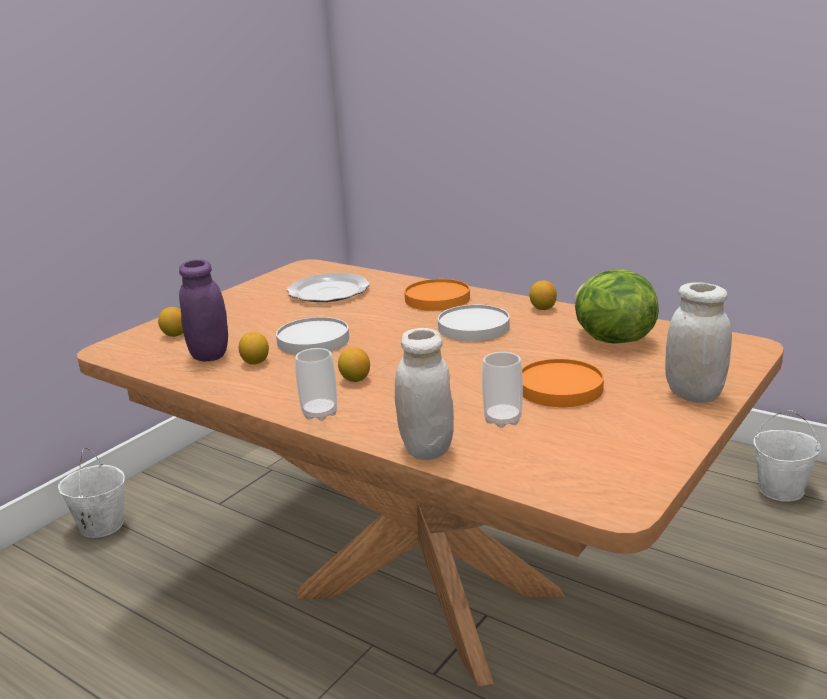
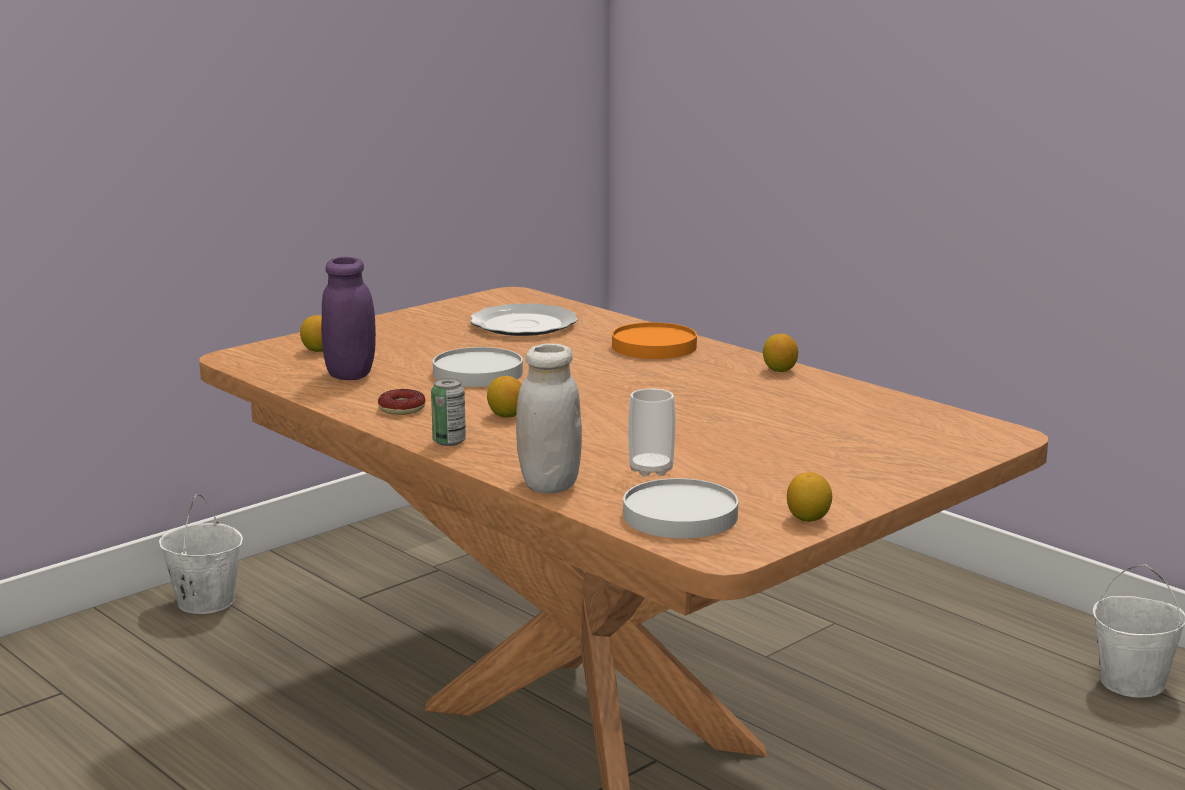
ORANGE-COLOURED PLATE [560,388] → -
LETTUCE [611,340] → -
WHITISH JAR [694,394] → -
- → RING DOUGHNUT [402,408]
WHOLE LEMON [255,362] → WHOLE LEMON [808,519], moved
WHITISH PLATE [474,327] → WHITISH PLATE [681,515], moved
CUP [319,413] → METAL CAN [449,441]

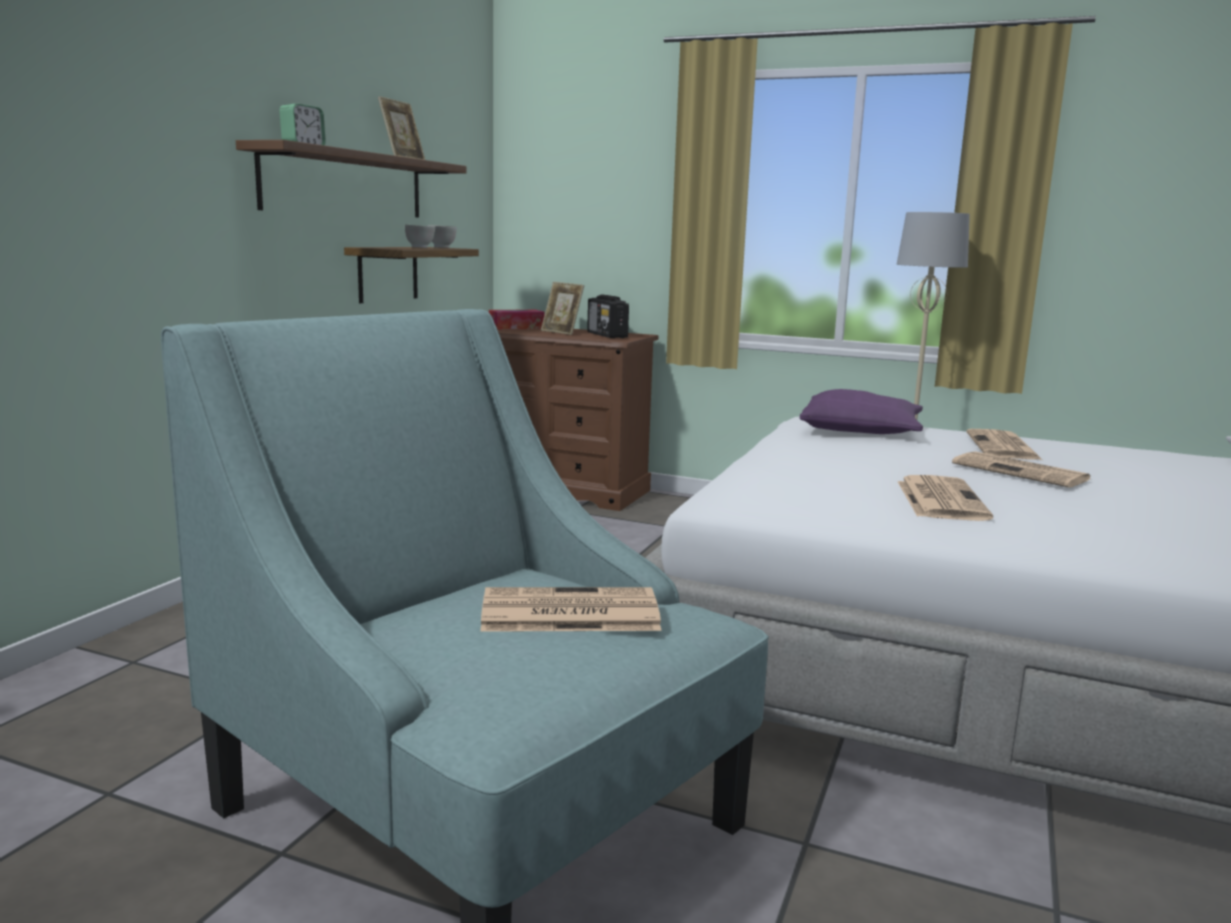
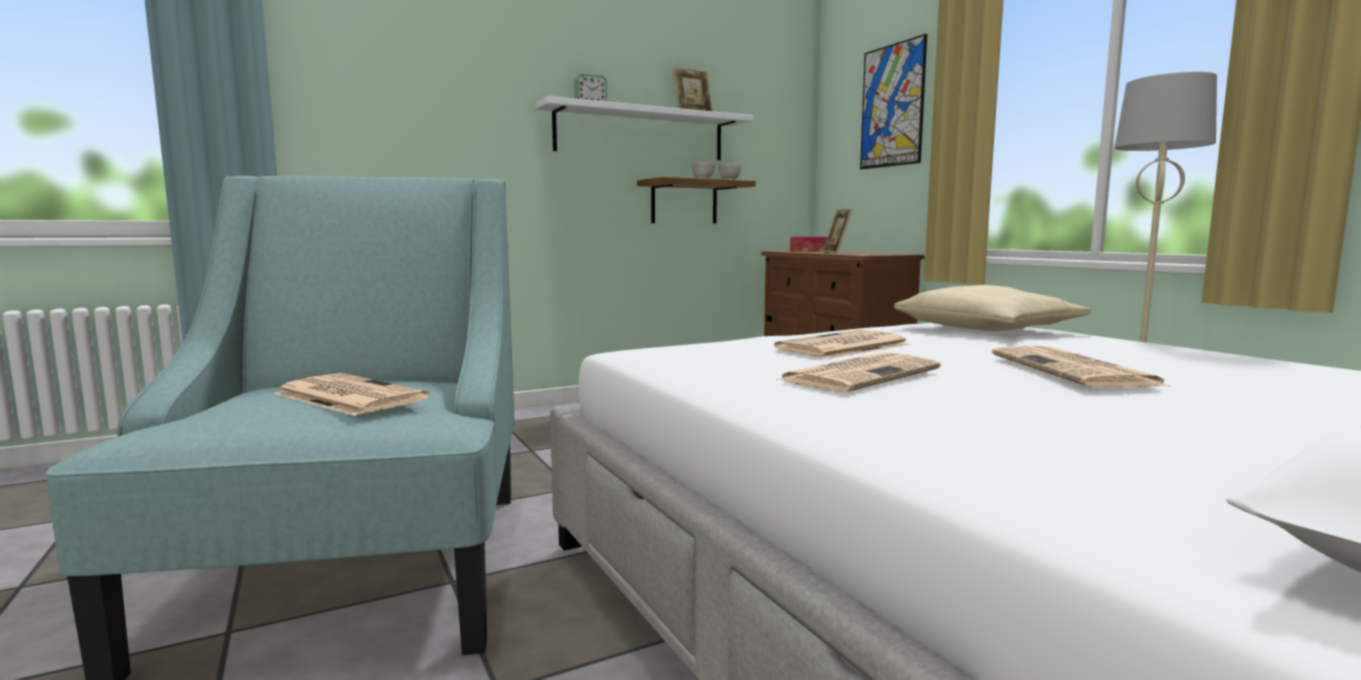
RADIO RECEIVER [607,335] → -
- → WALL ART [892,106]
NEWSPAPER [1003,447] → NEWSPAPER [843,347], moved
BROWNISH BRACKET SHELF [346,184] → WHITISH BRACKET SHELF [641,134]
PURPLE-COLOURED PILLOW [861,430] → SAND-COLOURED PILLOW [988,329]

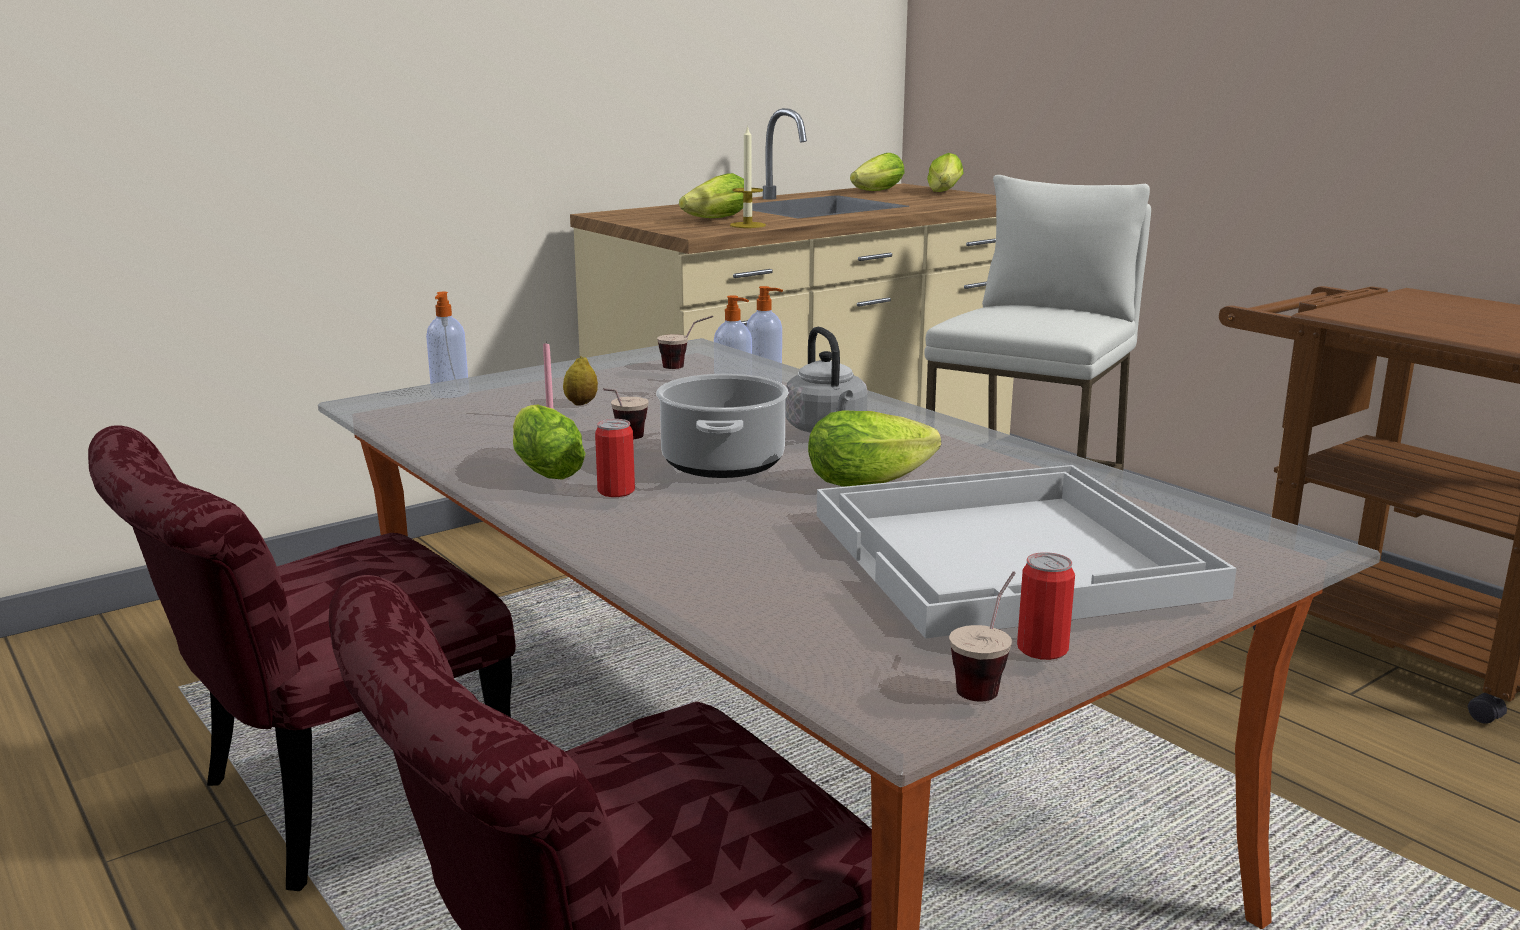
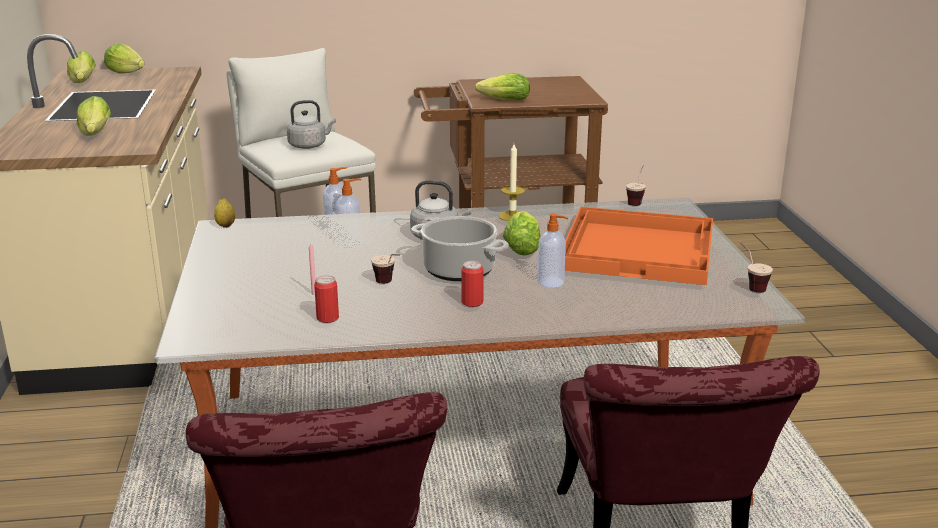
- → GREYISH WATER KETTLE [309,145]
SOAP BOTTLE [450,394] → SOAP BOTTLE [551,282], moved
LETTUCE [544,468] → LETTUCE [502,100], moved
WHOLE LEMON [581,403] → WHOLE LEMON [225,226], moved
CUP [686,367] → CUP [636,201], moved
WAX CANDLE [747,225] → WAX CANDLE [512,216], moved
METAL CAN [1042,649] → METAL CAN [327,318], moved
WHITISH TRAY [1012,554] → ORANGE-COLOURED TRAY [640,248]

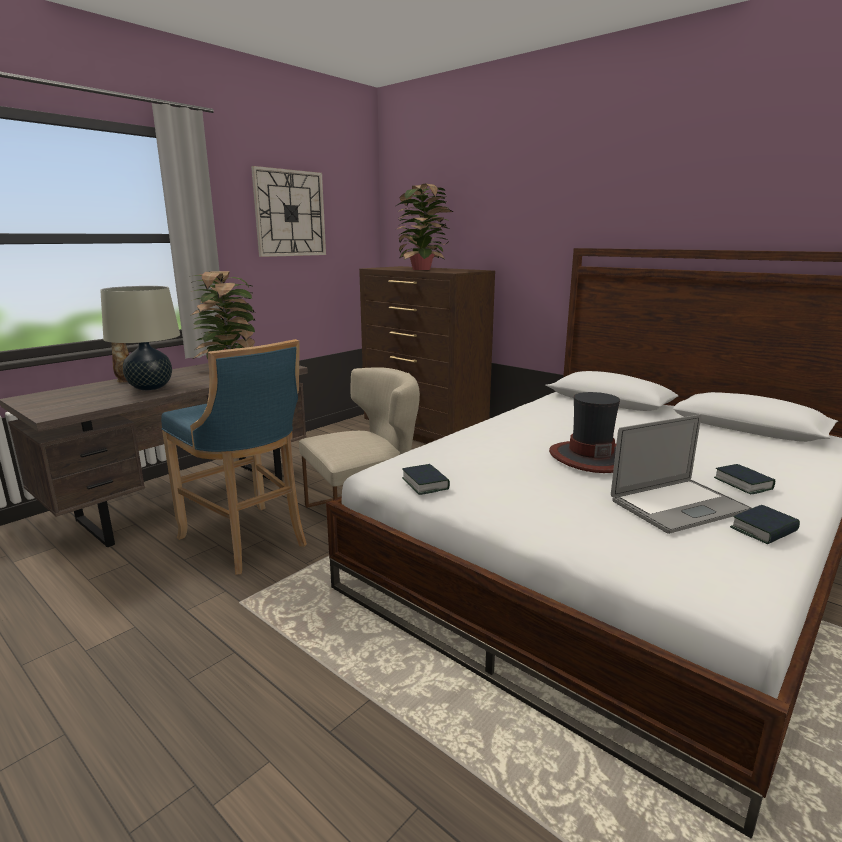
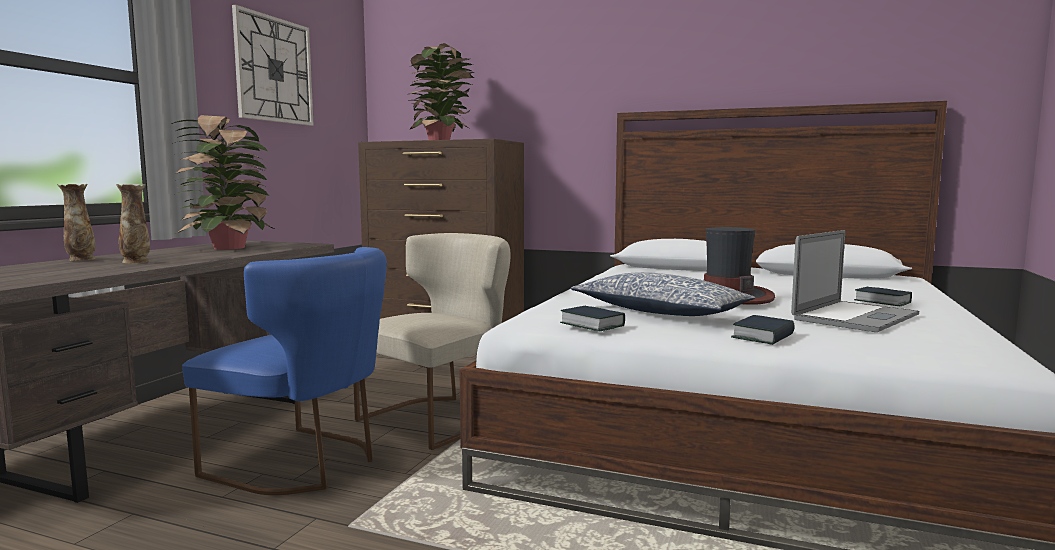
- → PILLOW [659,312]
BOUND BOOK [764,530] → BOUND BOOK [763,336], moved
SAND-COLOURED TABLE LAMP [150,387] → DECORATIVE VASE [136,262]
BLUE-COLOURED SITTING STOOL [248,541] → BLUE-COLOURED PLAIN CHAIR [304,464]

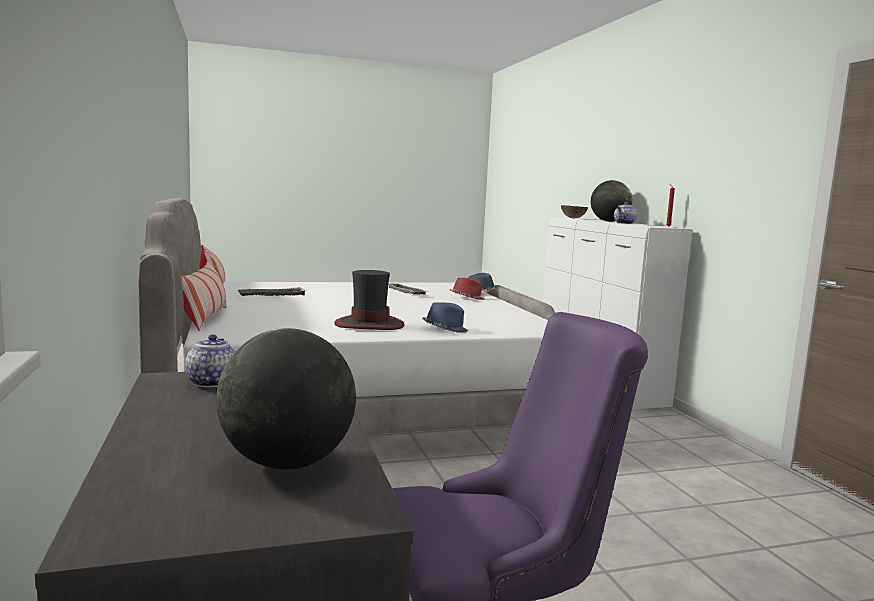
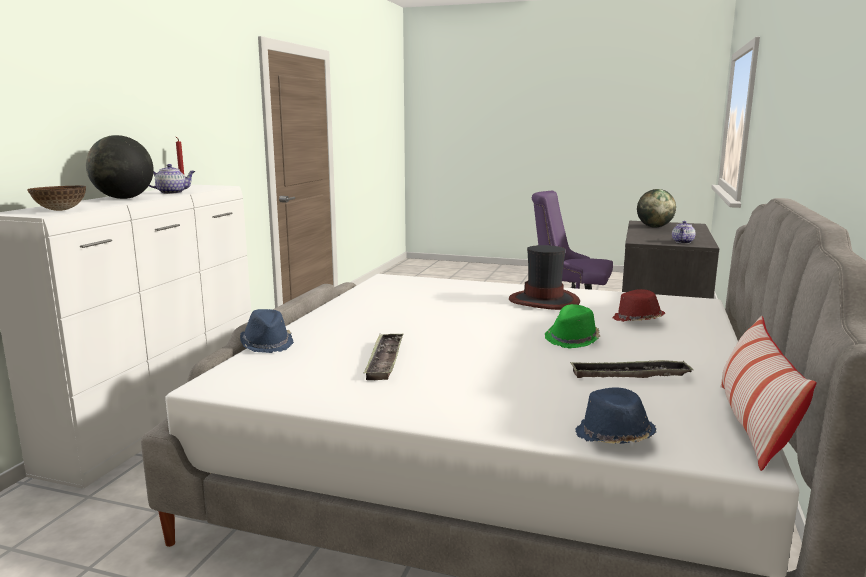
PILLOW [204,318] → -
- → GREENISH WEARABLE HAT [573,339]
BLUE-COLOURED WEARABLE HAT [445,329] → BLUE-COLOURED WEARABLE HAT [613,437], moved
RED WEARABLE HAT [467,298] → RED WEARABLE HAT [637,320], moved

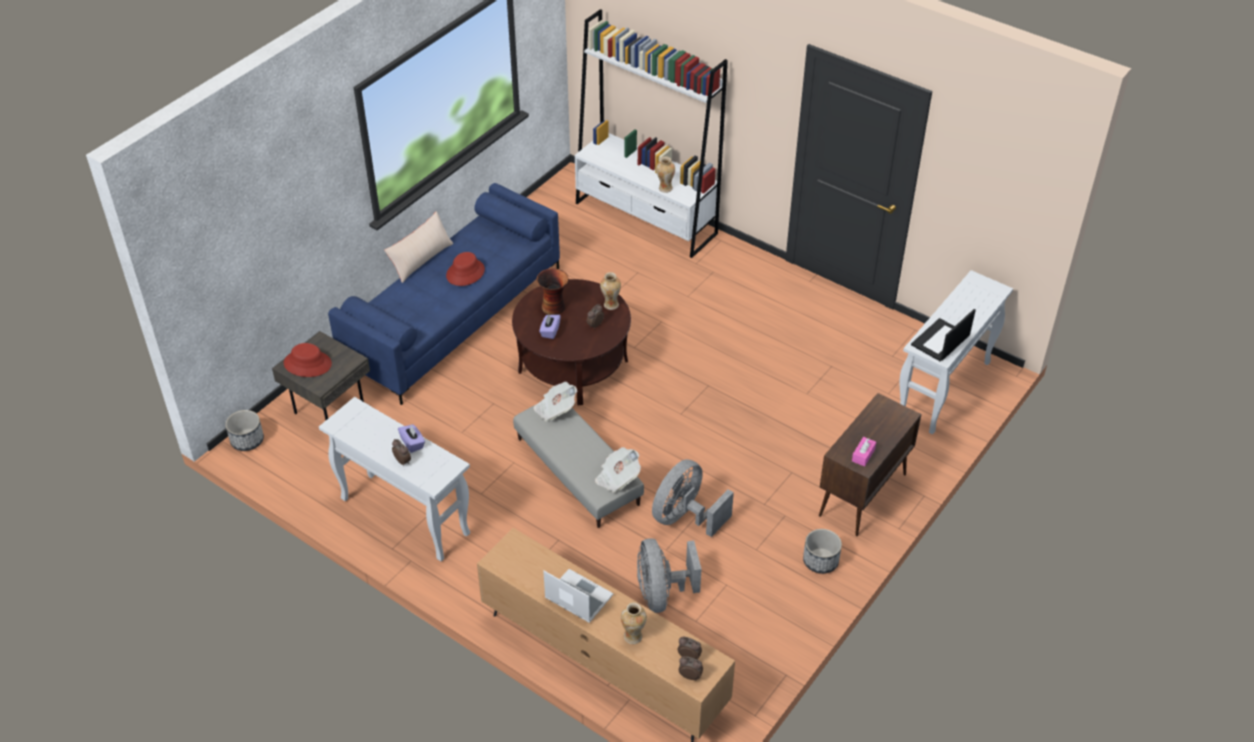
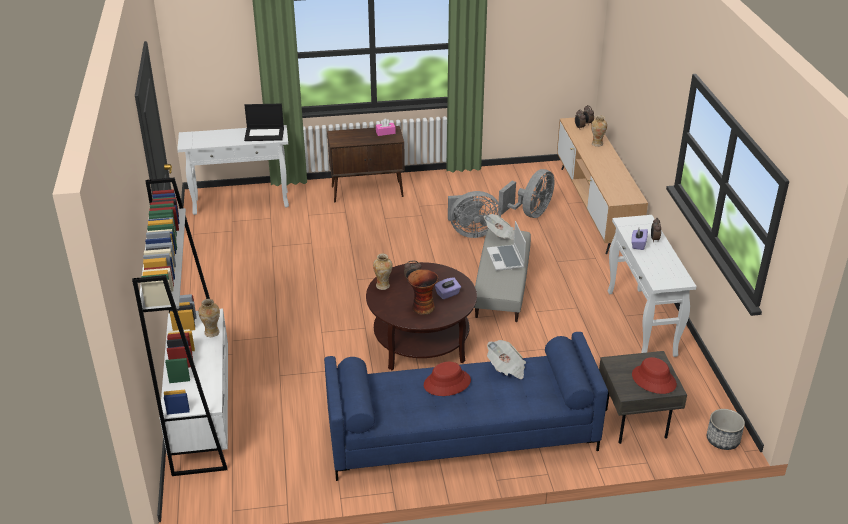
SAND-COLOURED PILLOW [421,259] → -
PLANT POT [820,561] → -
NEWSPAPER [555,409] → NEWSPAPER [506,368], moved
PORTABLE COMPUTER [577,597] → PORTABLE COMPUTER [506,259], moved

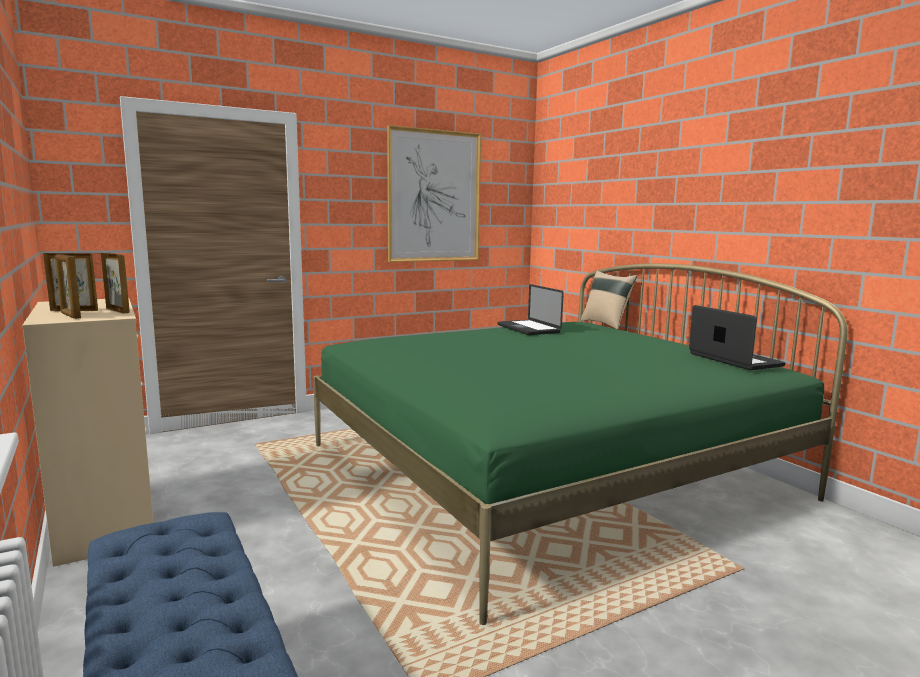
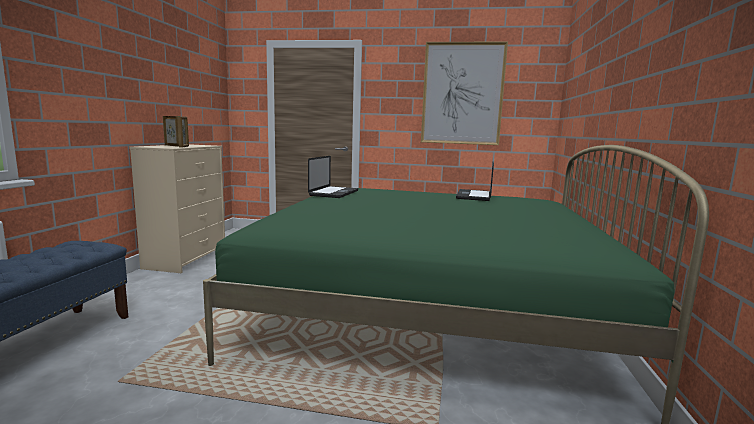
PICTURE FRAME [70,316] → -
SAND-COLOURED PILLOW [606,324] → -
PORTABLE COMPUTER [734,360] → PORTABLE COMPUTER [334,193], moved

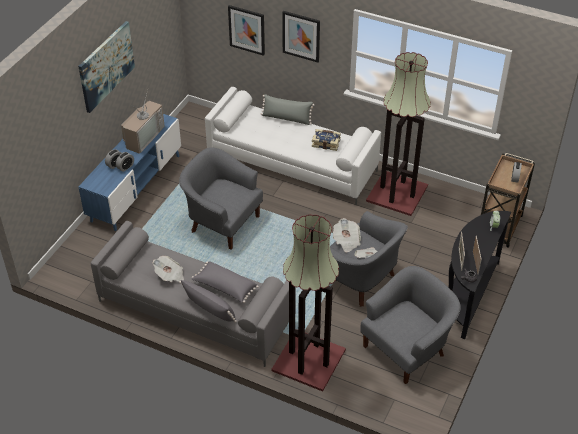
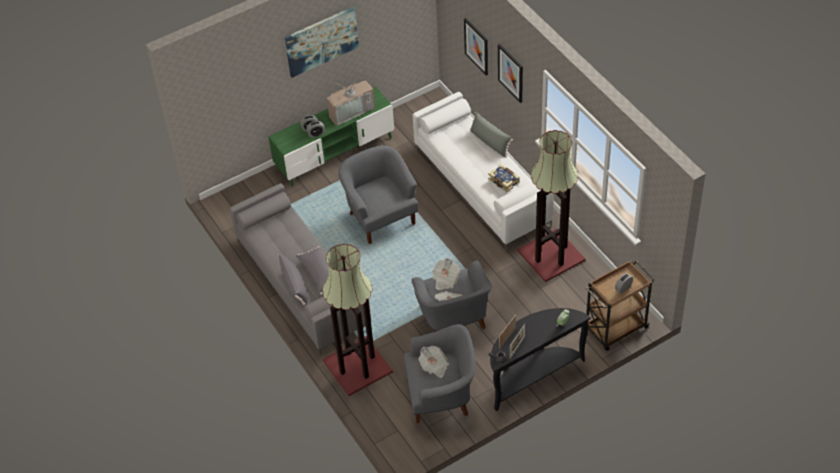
NEWSPAPER [170,275] → NEWSPAPER [434,366], moved
BLUE-COLOURED TV UNIT [136,187] → GREENISH TV UNIT [335,153]

